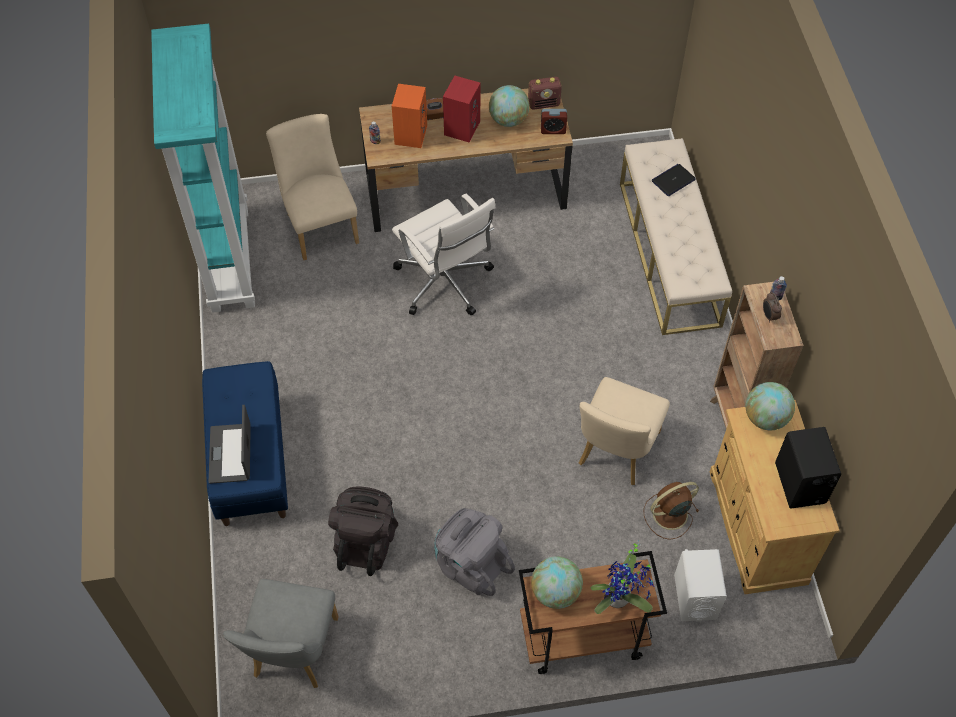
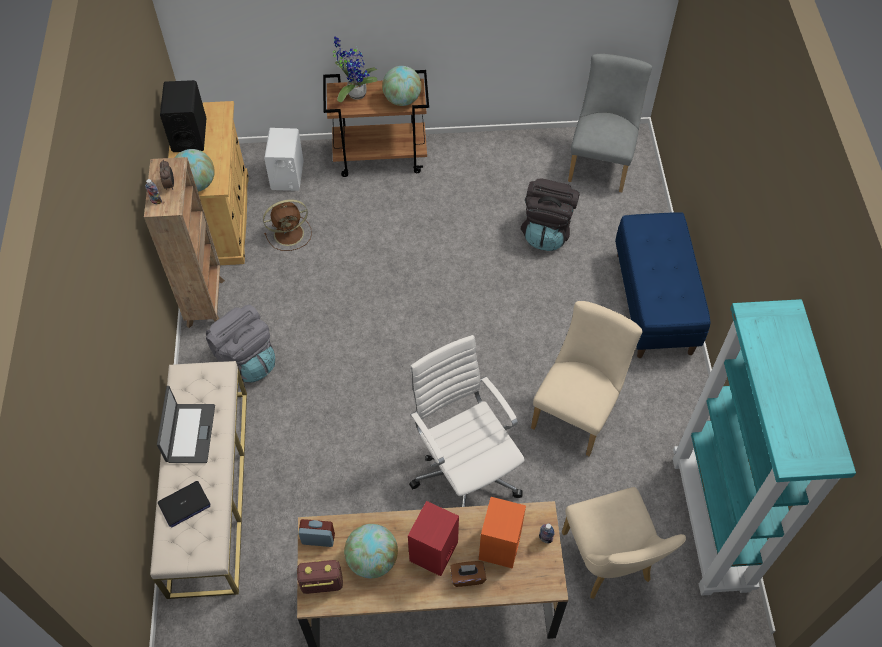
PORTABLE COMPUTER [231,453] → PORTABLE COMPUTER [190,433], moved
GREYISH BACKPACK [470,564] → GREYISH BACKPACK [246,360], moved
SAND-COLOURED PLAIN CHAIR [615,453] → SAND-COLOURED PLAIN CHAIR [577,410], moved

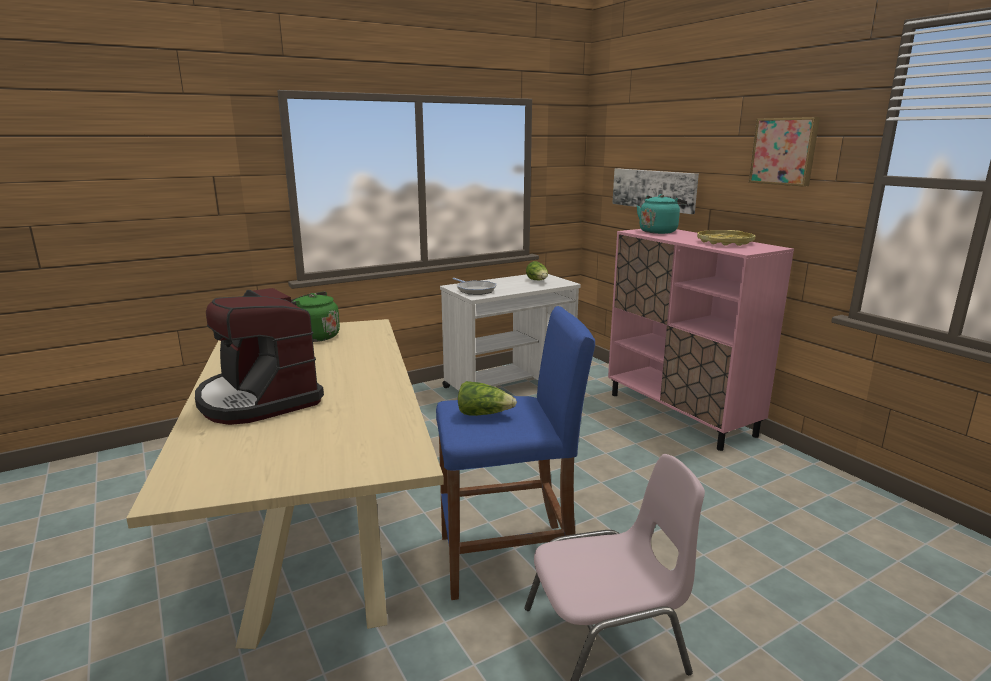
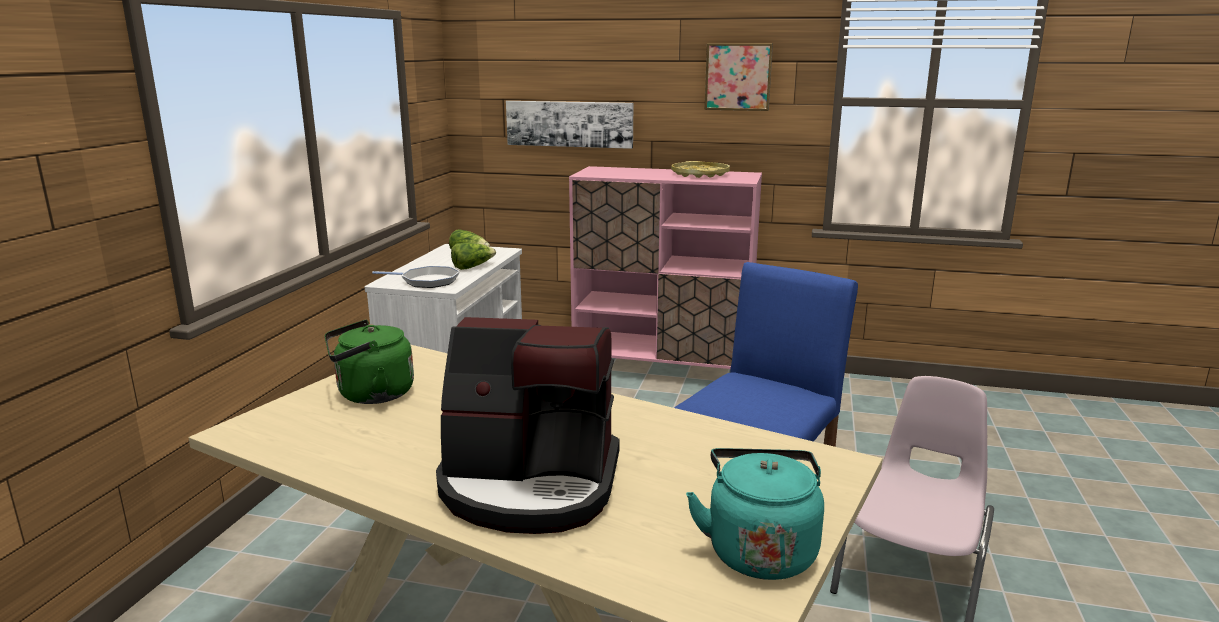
LETTUCE [484,414] → LETTUCE [472,267], moved
BLUE-GREEN WATER KETTLE [659,231] → BLUE-GREEN WATER KETTLE [759,550], moved

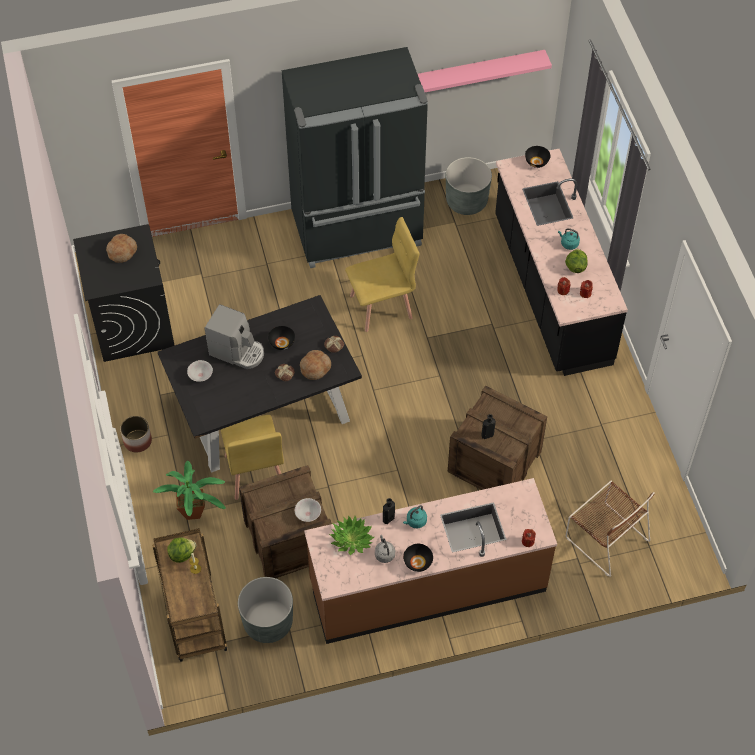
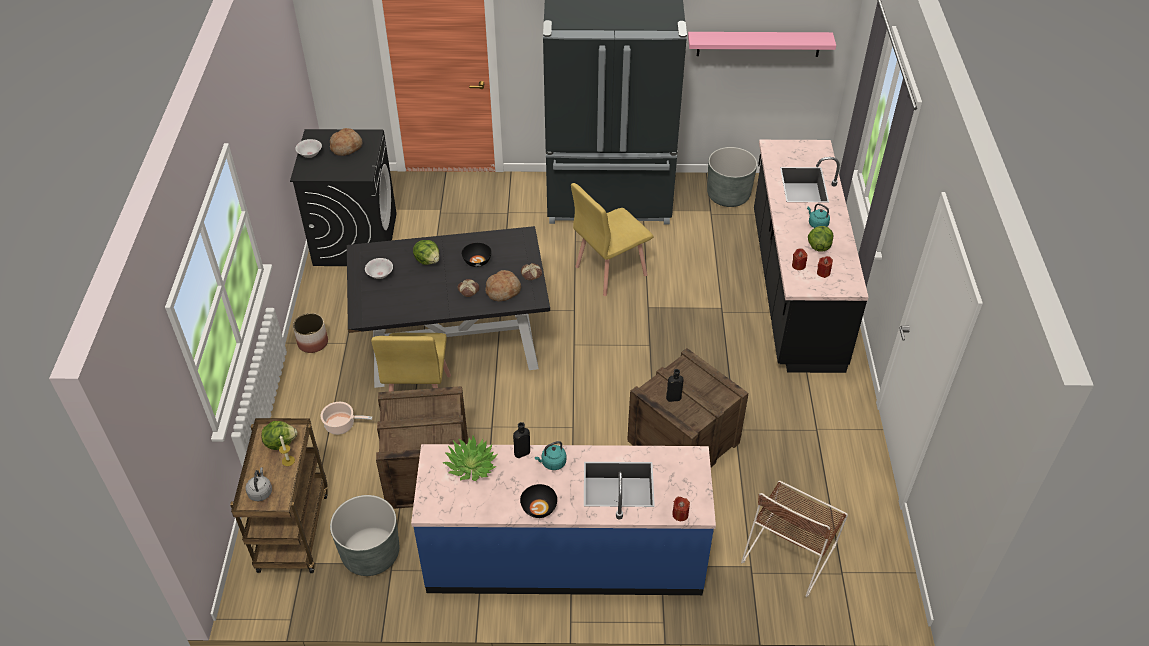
BLACK-COLOURED BOWL [537,162] → -
WHITISH BOWL [308,514] → WHITISH BOWL [310,154], moved
GREYISH WATER KETTLE [384,554] → GREYISH WATER KETTLE [260,492], moved
PLANT IN A POT [197,514] → SAUCEPOT [342,425]
COFFEE BREWER [237,351] → LETTUCE [428,260]
BROWNISH COUNTER [427,585] → BLUE-COLOURED COUNTER [565,556]
YELLOW PLAIN CHAIR [382,307] → YELLOW PLAIN CHAIR [610,271], 150 degrees clockwise
BROWNISH PLAIN CHAIR [605,537] → BROWNISH PLAIN CHAIR [790,550], 60 degrees clockwise

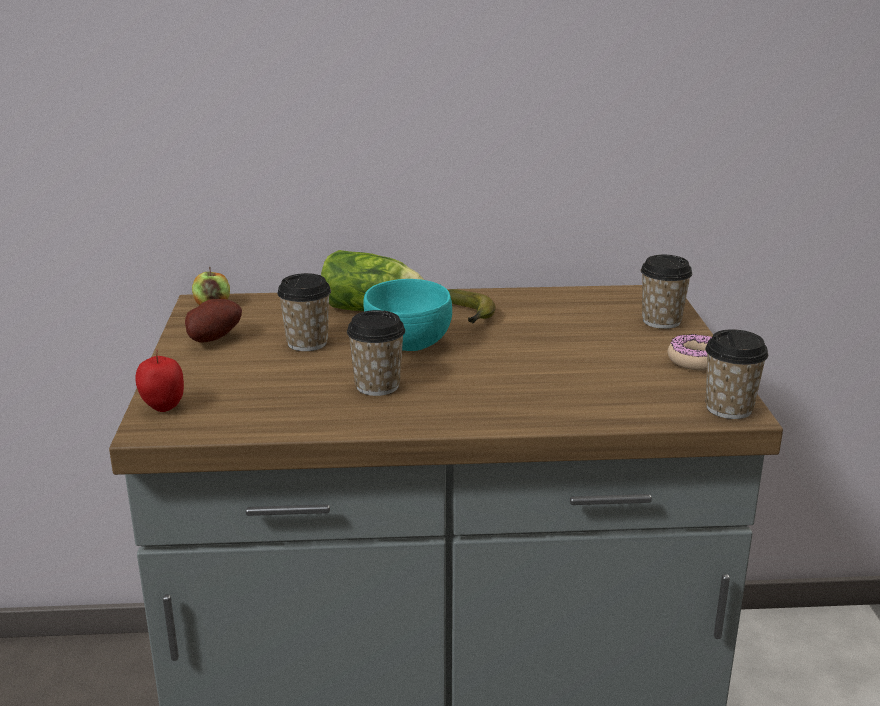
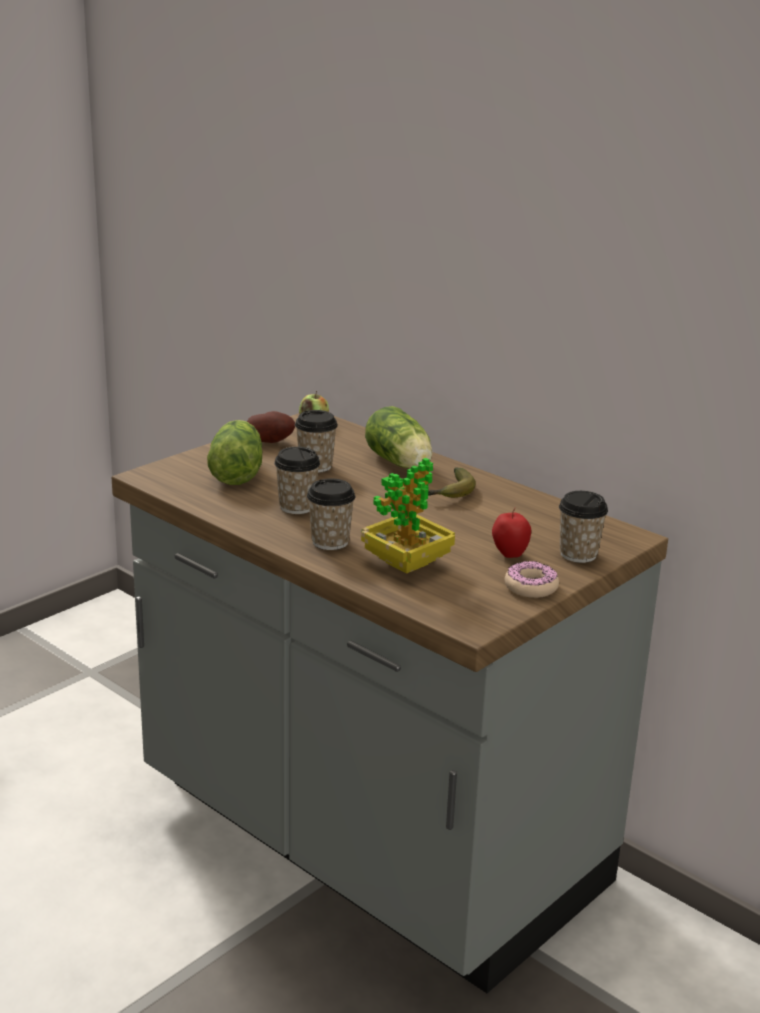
BLUE-GREEN BOWL [409,345] → -
- → LETTUCE [237,471]
- → PLANT IN A POT [406,563]
WHOLE APPLE [163,408] → WHOLE APPLE [509,555], moved
CUP [729,408] → CUP [330,542], moved

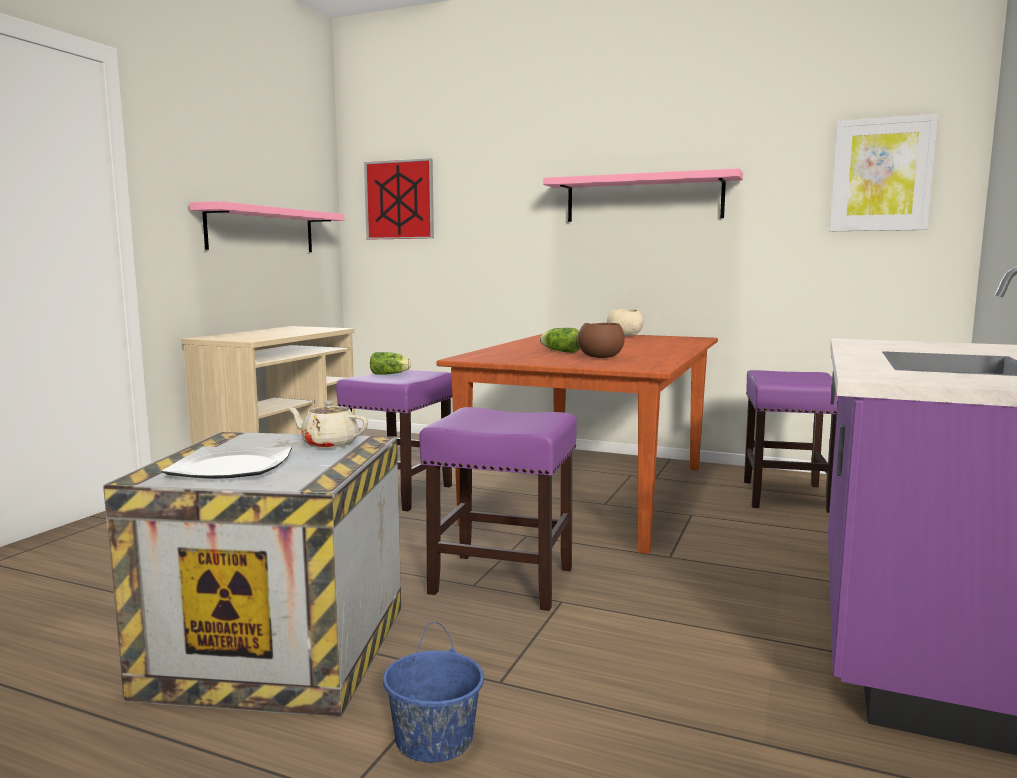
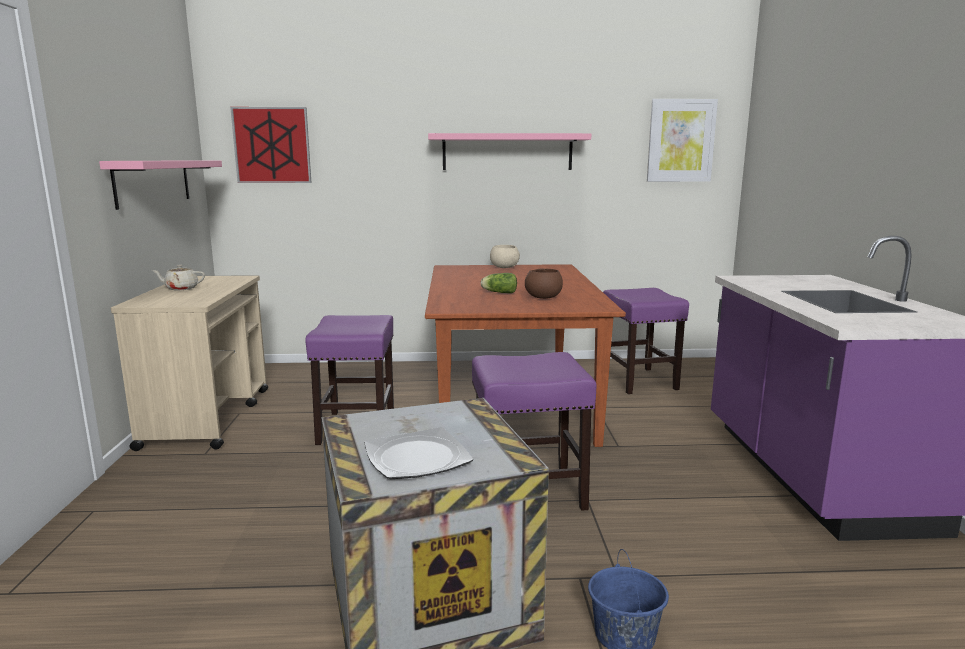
LETTUCE [391,374] → -
SAND-COLOURED TEAPOT [329,444] → SAND-COLOURED TEAPOT [181,288], moved

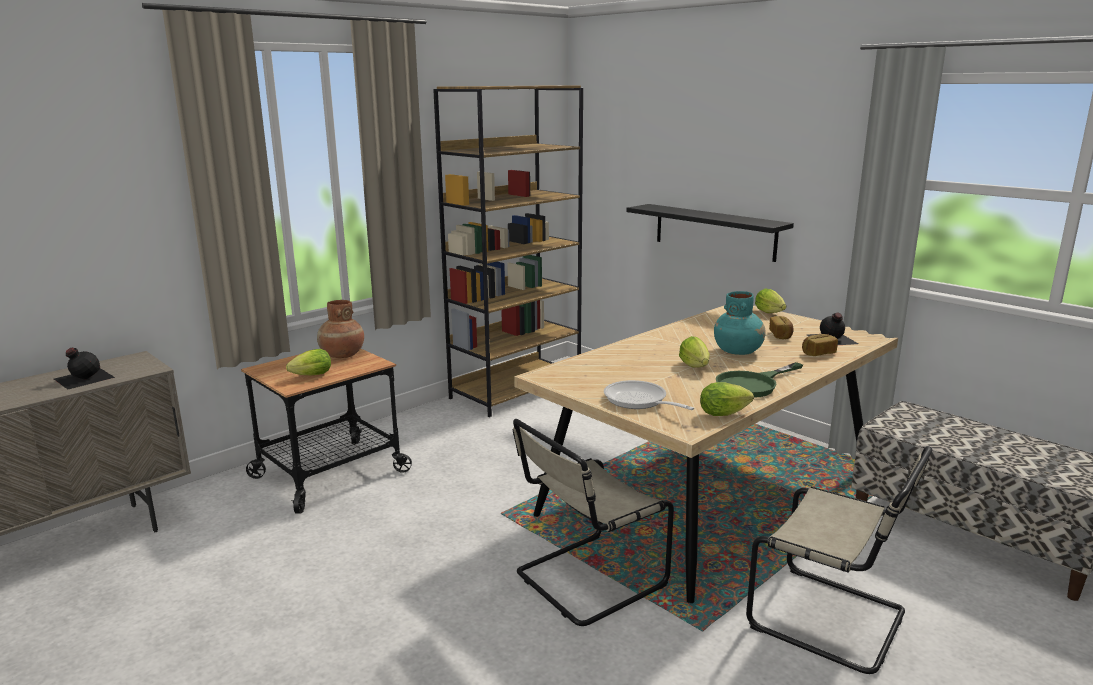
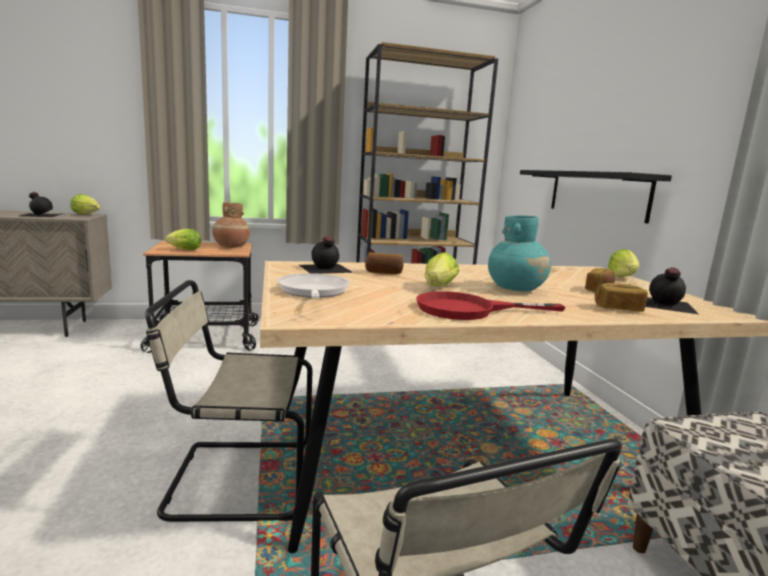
- → BLACK-COLOURED BOTTLE [325,268]
- → BAKED BREAD [383,272]
LETTUCE [726,413] → LETTUCE [87,214], moved
GREENISH SKILLET [753,384] → RED SKILLET [469,309]

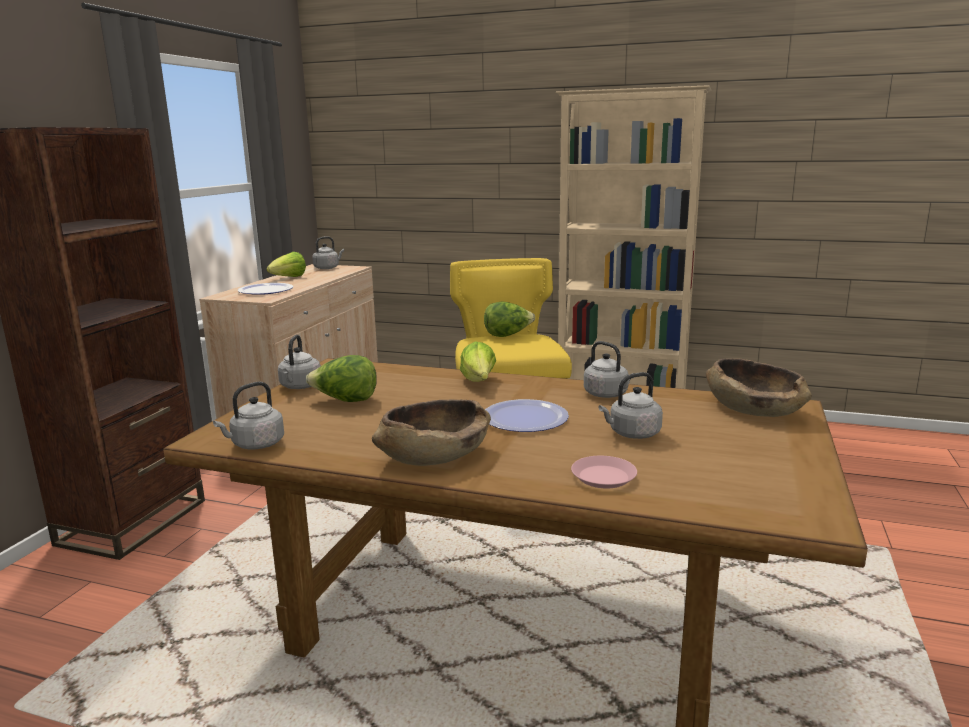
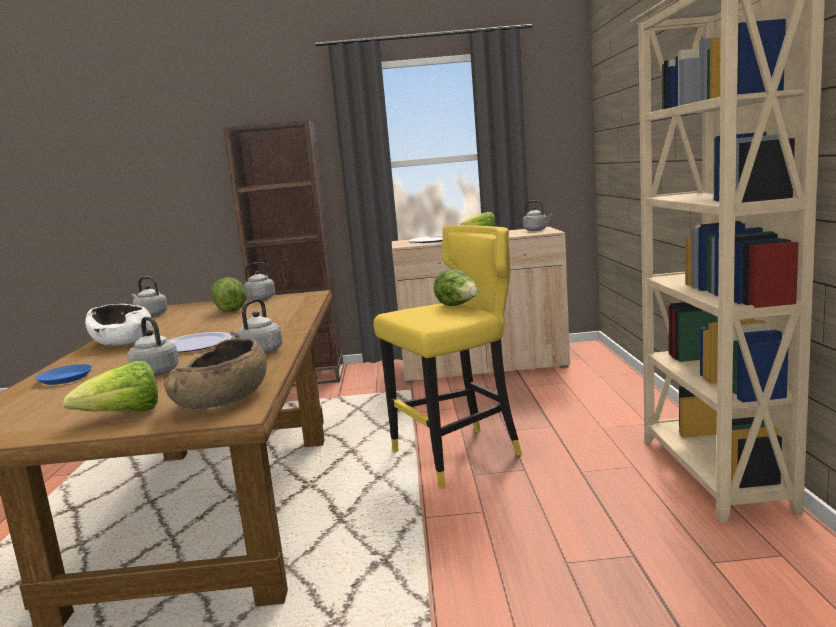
LETTUCE [479,382] → LETTUCE [124,415], moved
BROWNISH BOWL [434,455] → WHITISH BOWL [123,342]
PINK-COLOURED PLATE [604,477] → BLUE-COLOURED PLATE [65,378]

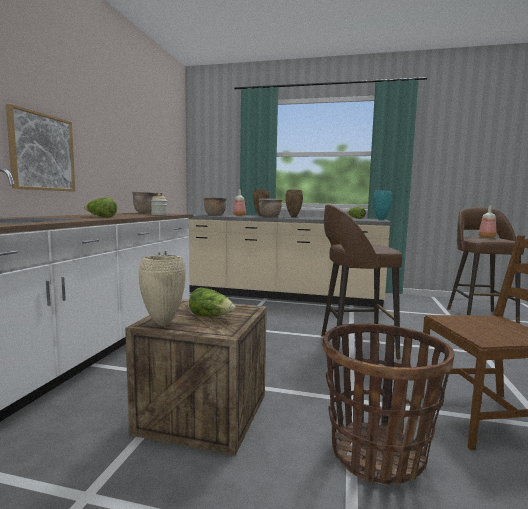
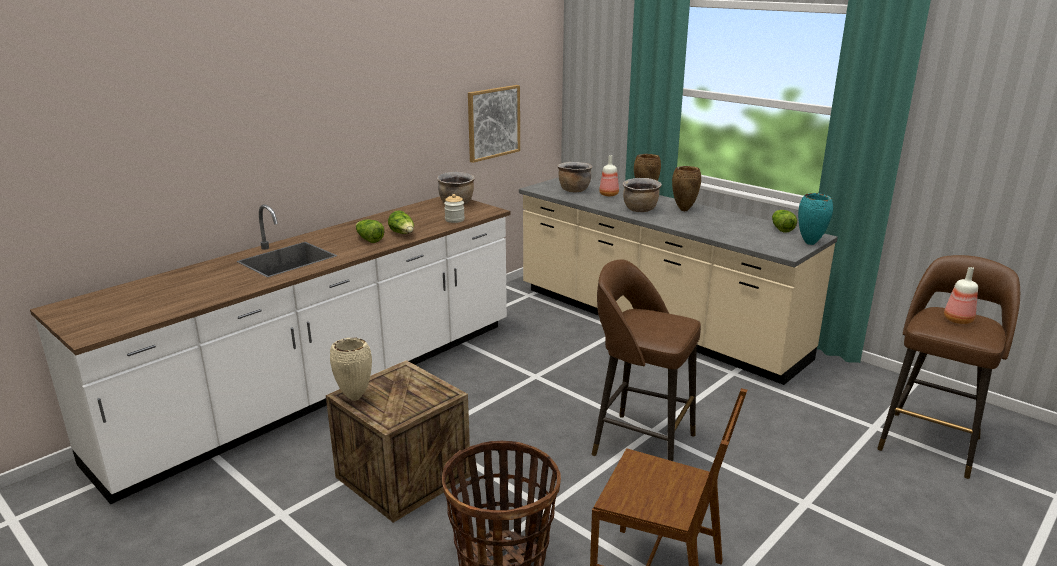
WALL ART [42,152] → WALL ART [493,122], moved
LETTUCE [211,317] → LETTUCE [403,233], moved

